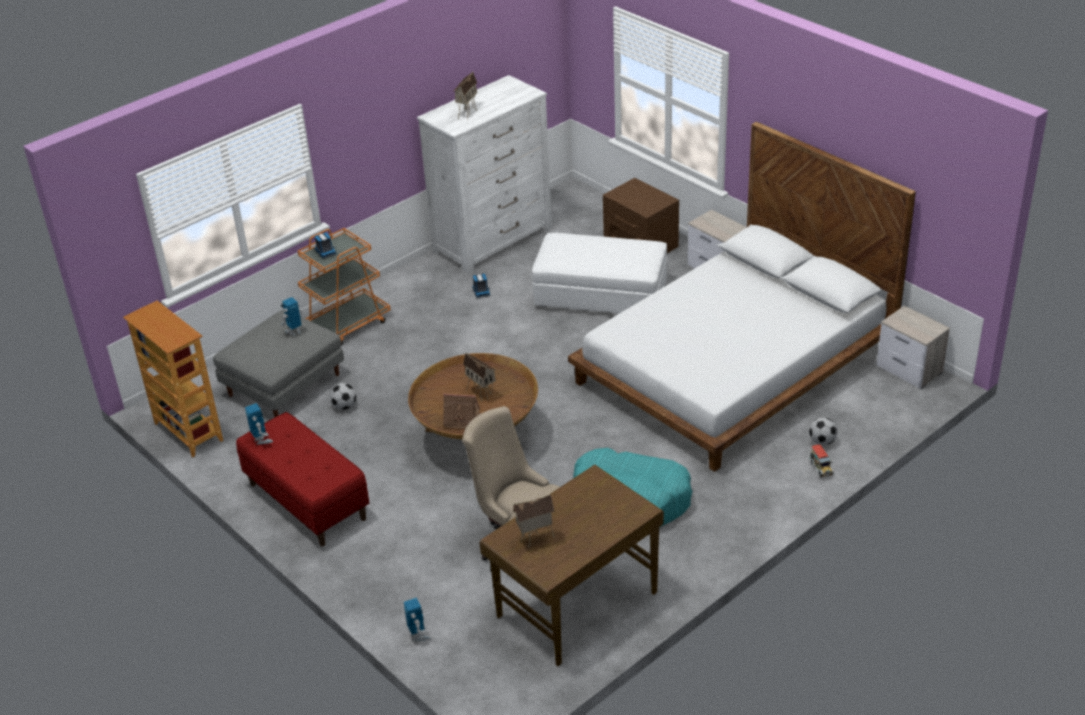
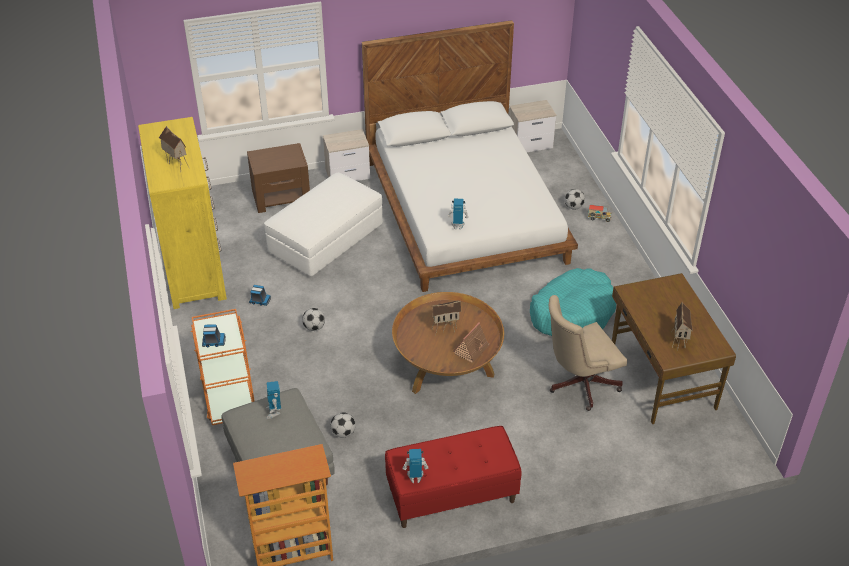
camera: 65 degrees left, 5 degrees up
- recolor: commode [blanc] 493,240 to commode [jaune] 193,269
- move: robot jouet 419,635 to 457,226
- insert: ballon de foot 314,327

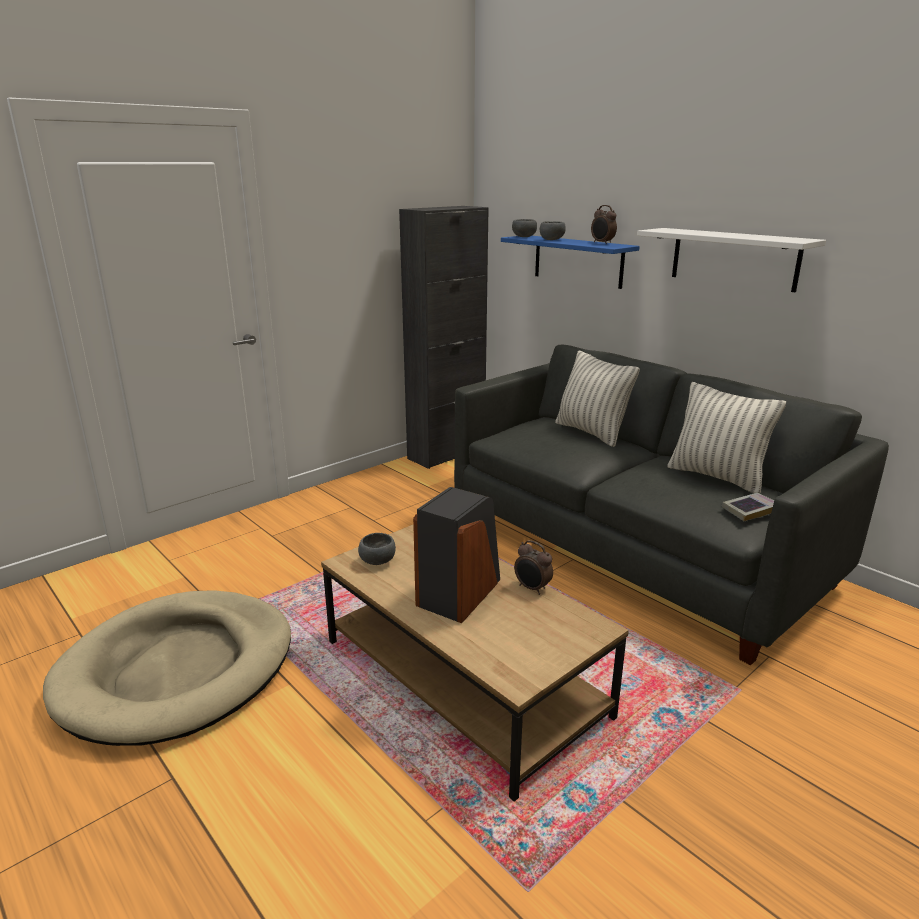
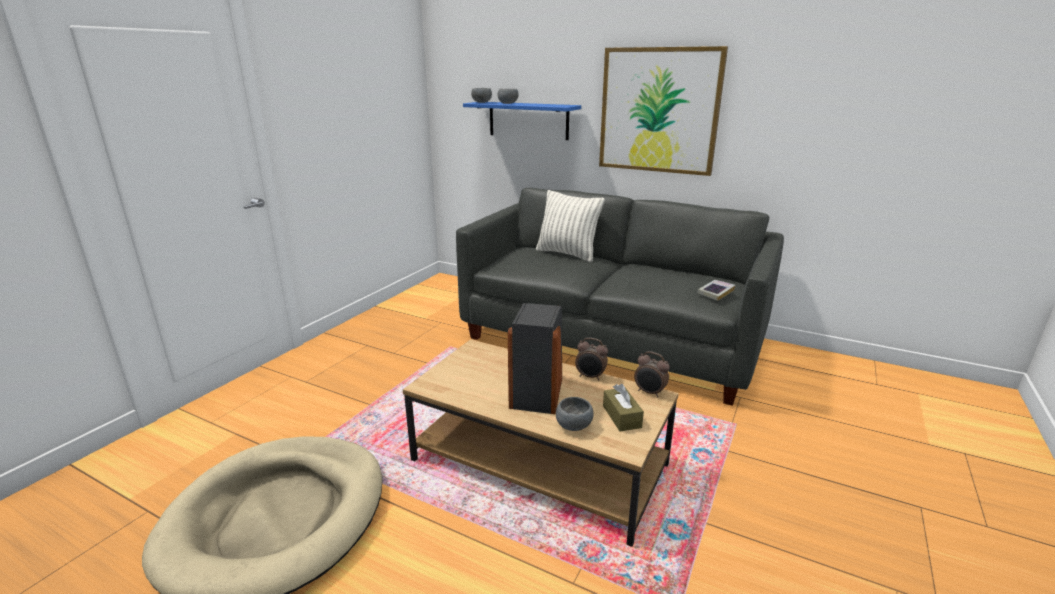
camera: 20 degrees left, 0 degrees up
- move: réveil 602,243 to 649,392
- delete: meuble de rangement [noir] 446,454
- replace: étagère [blanc] 734,258 to tableau 659,111
- delete: coussin 717,477
- move: bol [gris] 378,561 to 575,426
- insert: boîte à mouchoirs [marron] 621,416

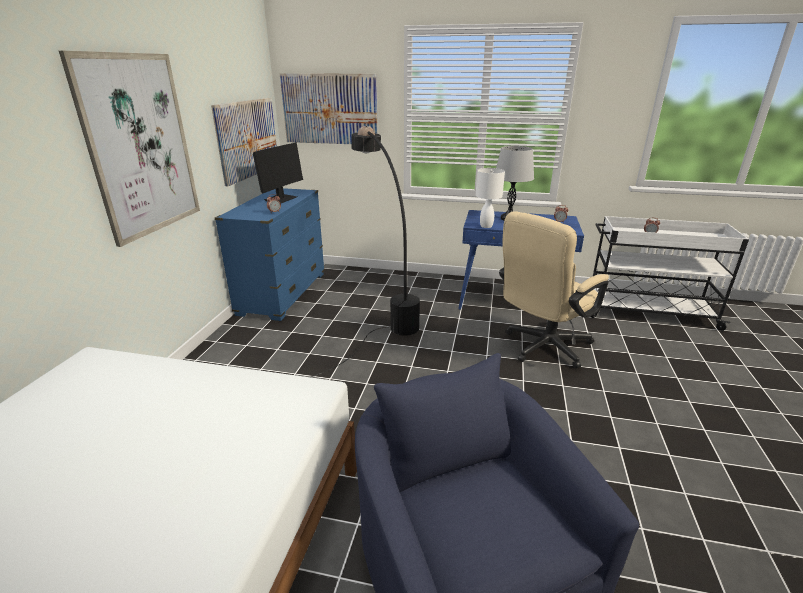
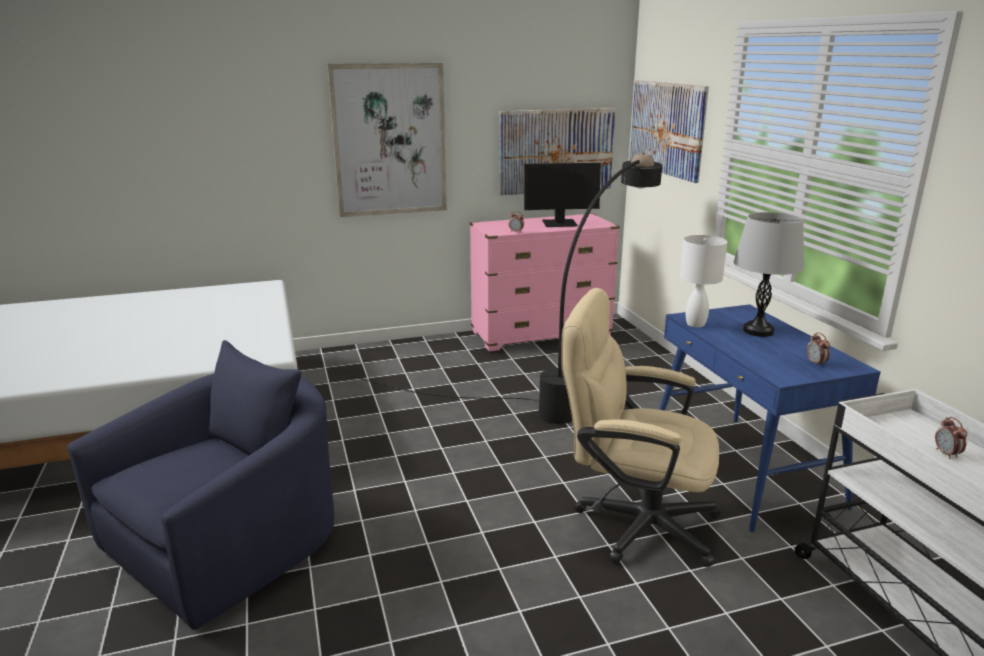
camera: 60 degrees right, 5 degrees down
- recolor: commode [bleu] 283,294 to commode [rose] 541,334

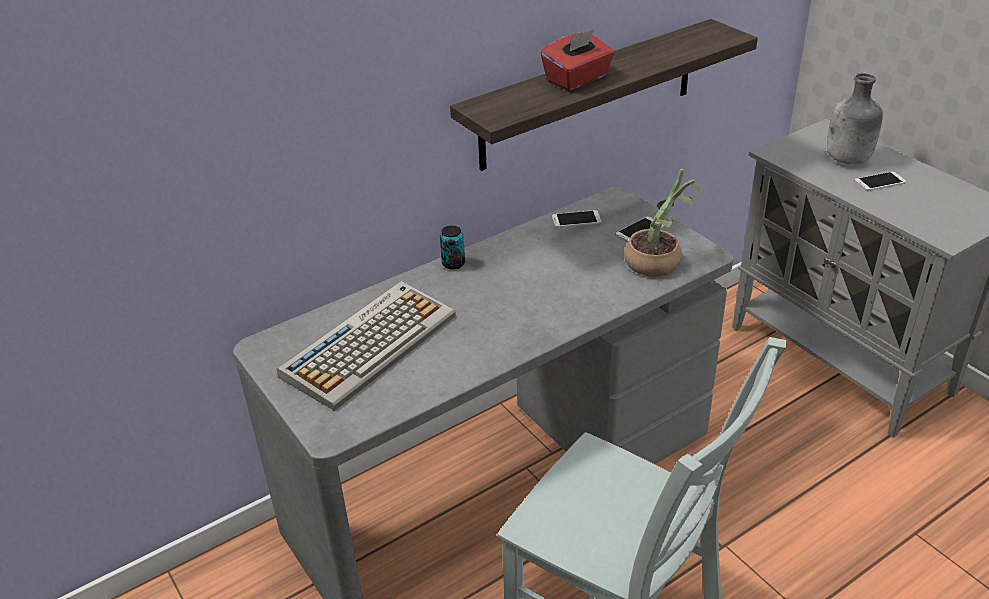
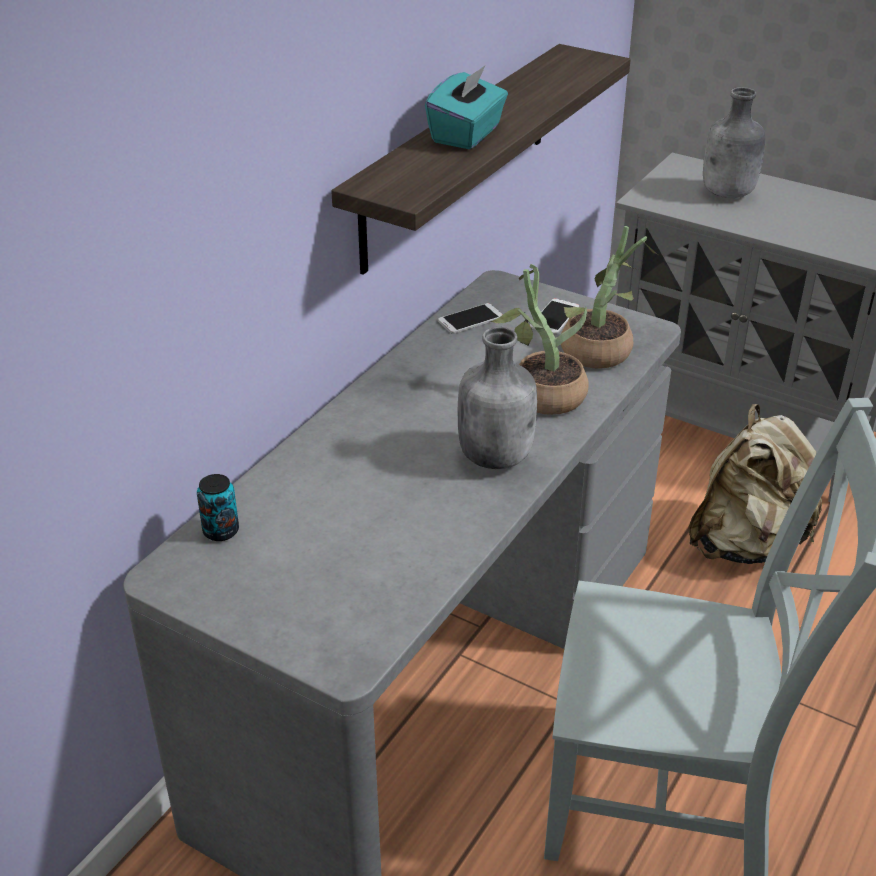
camera: 25 degrees left, 0 degrees up
- recolor: boîte à mouchoirs [rouge] 577,79 to boîte à mouchoirs [turquoise] 467,134
- delete: téléphone 880,182
- move: boîte métallique 453,264 to 221,531
- delete: clavier 370,344
- insert: plante en pot 541,392
- insert: bouteille [gris] 496,456
- insert: sac à dos [beige] 747,543

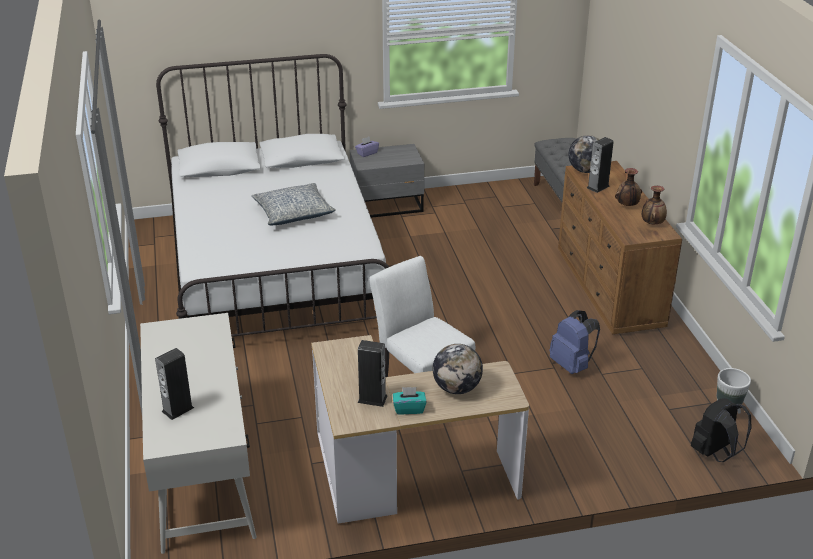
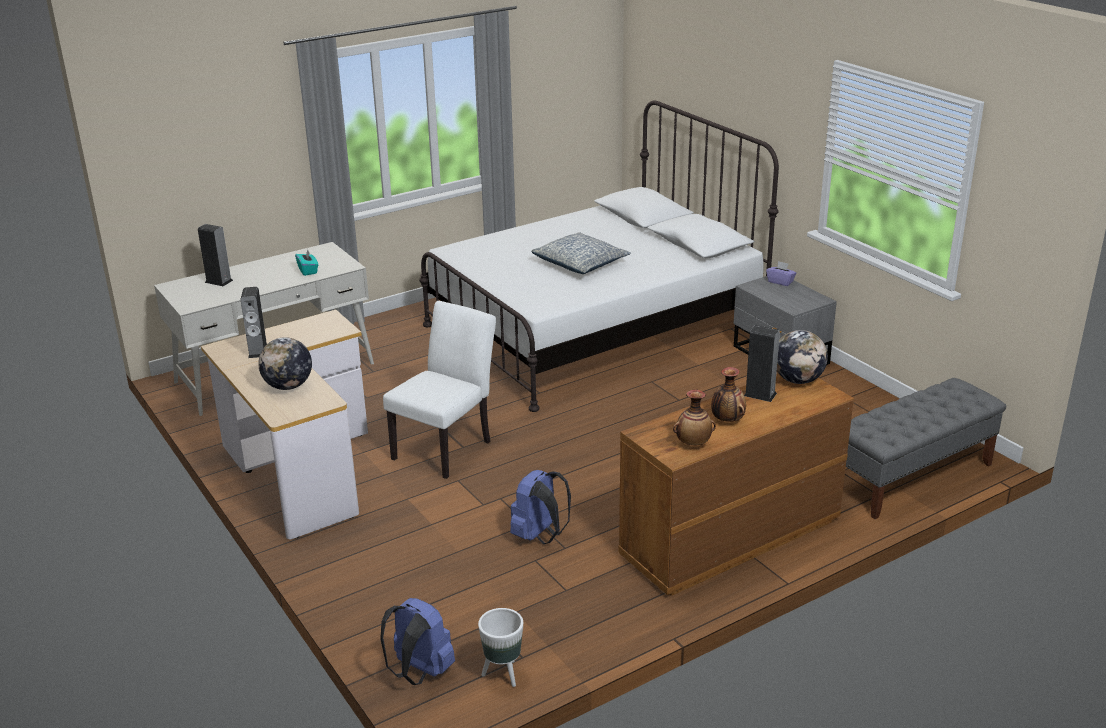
camera: 70 degrees right, 5 degrees down
- move: boîte à mouchoirs [turquoise] 409,409 to 308,270
- recolor: sac à dos [noir] 715,453 to sac à dos [bleu] 419,672

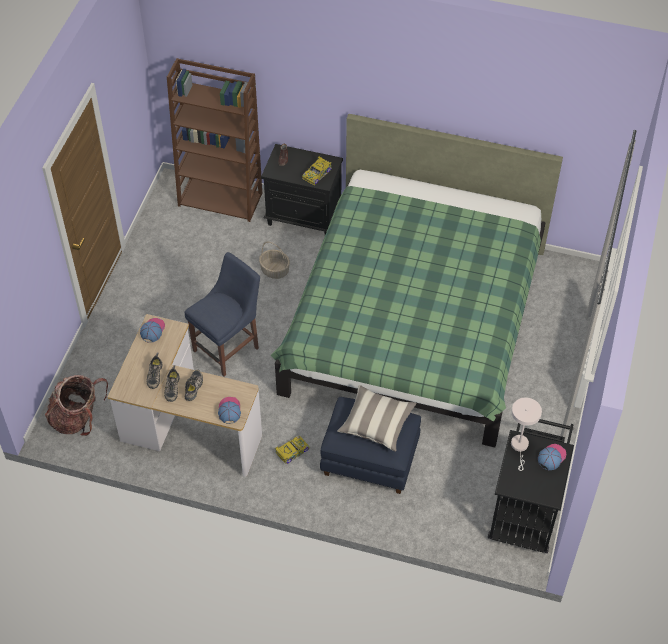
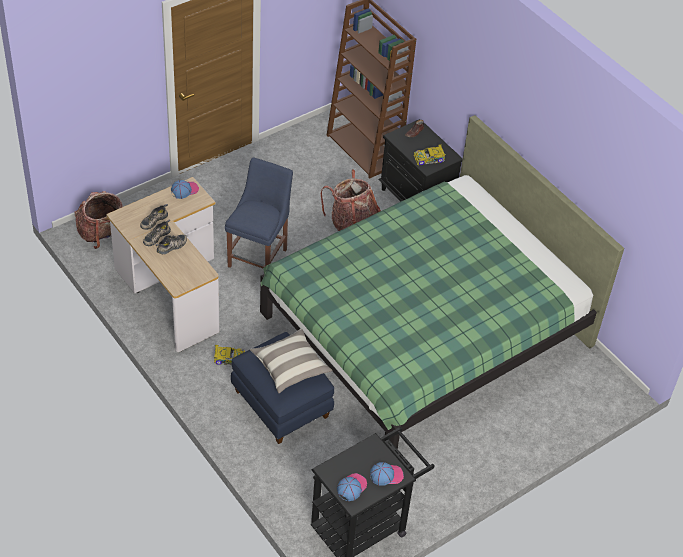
camera: 35 degrees right, 5 degrees down
- replace: panier 274,270 to sac à dos 352,224
- rotate: chaise [bleu] 228,347 = 259,256 60 degrees counterclockwise
- move: casquette 229,410 to 351,487
- delete: lampe de table [blanc] 520,447

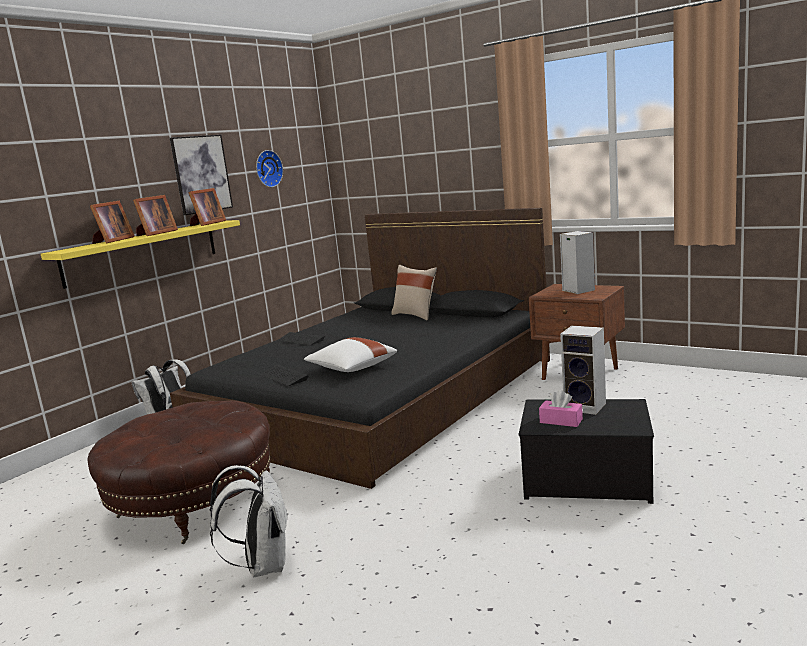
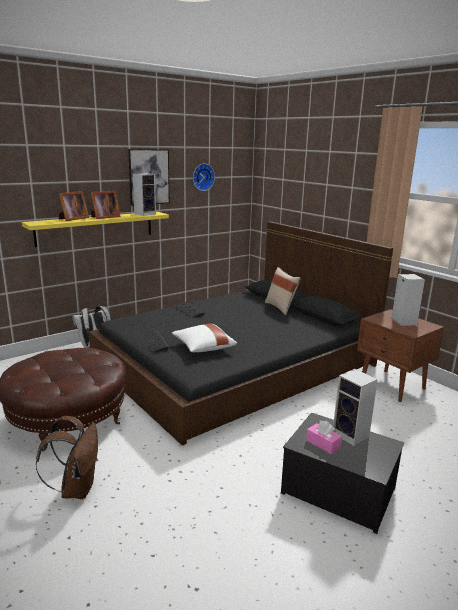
camera: 15 degrees right, 5 degrees up
- replace: cadre photo 207,224 to enceinte 145,214
- recolor: sac à dos [blanc] 263,565 to sac à dos [marron] 76,488

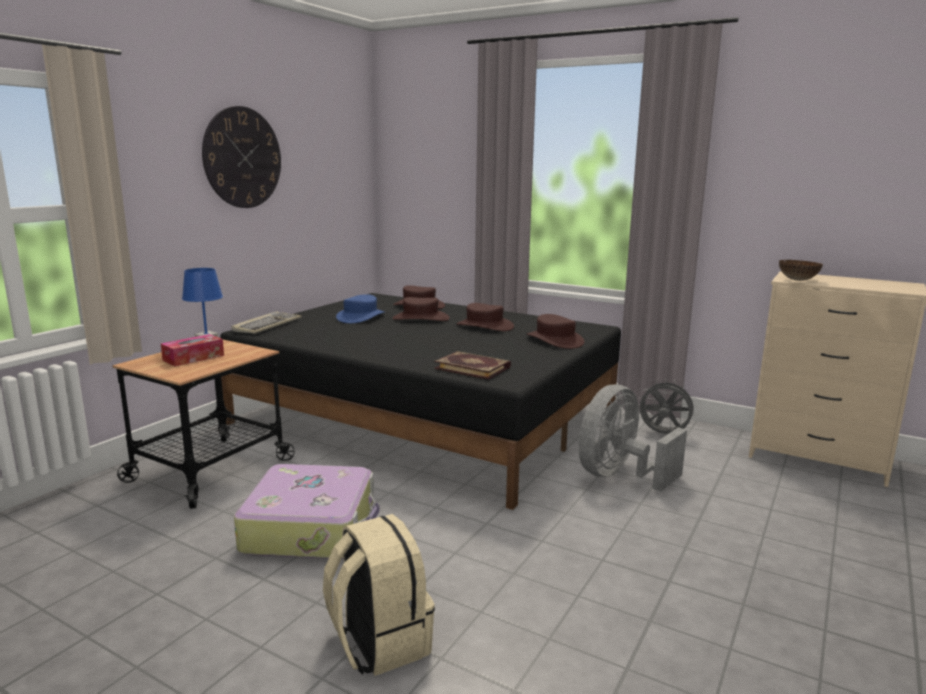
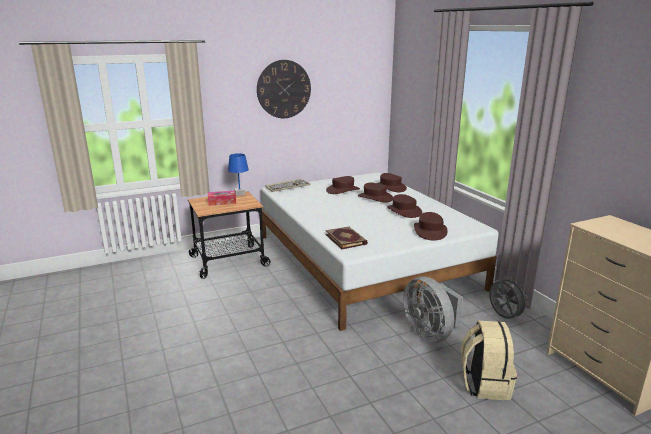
camera: 35 degrees right, 5 degrees up
- delete: bol 798,280
- recolor: lit [noir] 425,417 to lit [blanc] 363,261
- recolor: chapeau [bleu] 360,317 to chapeau [marron] 343,190
- rotate: ventilateur [gris] 619,476 = 430,334 105 degrees counterclockwise
- delete: valise 311,527
- move: sac à dos [beige] 378,642 to 484,384

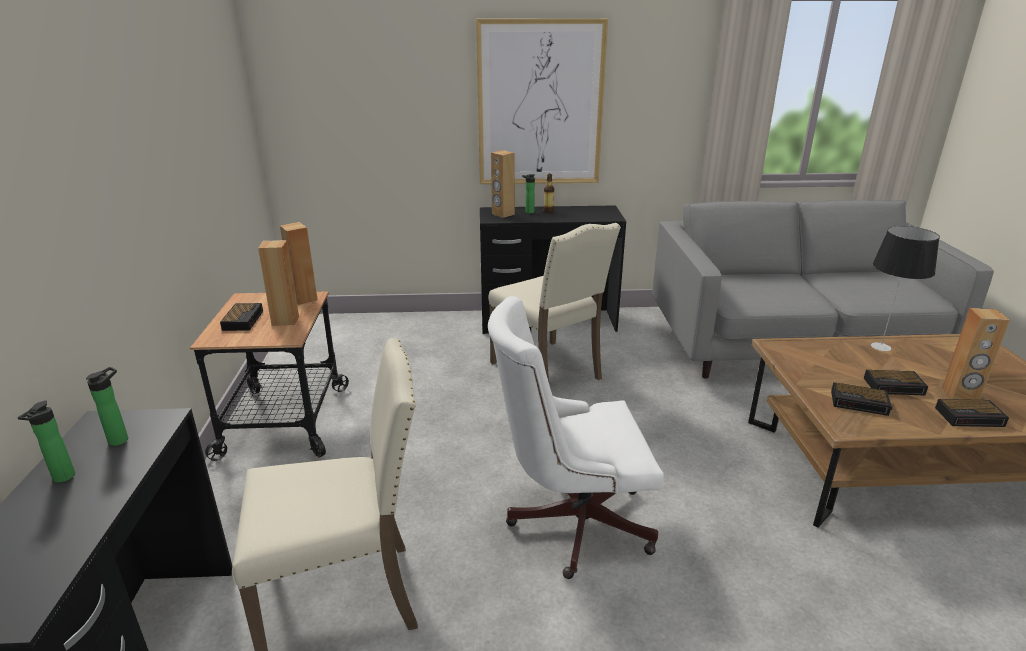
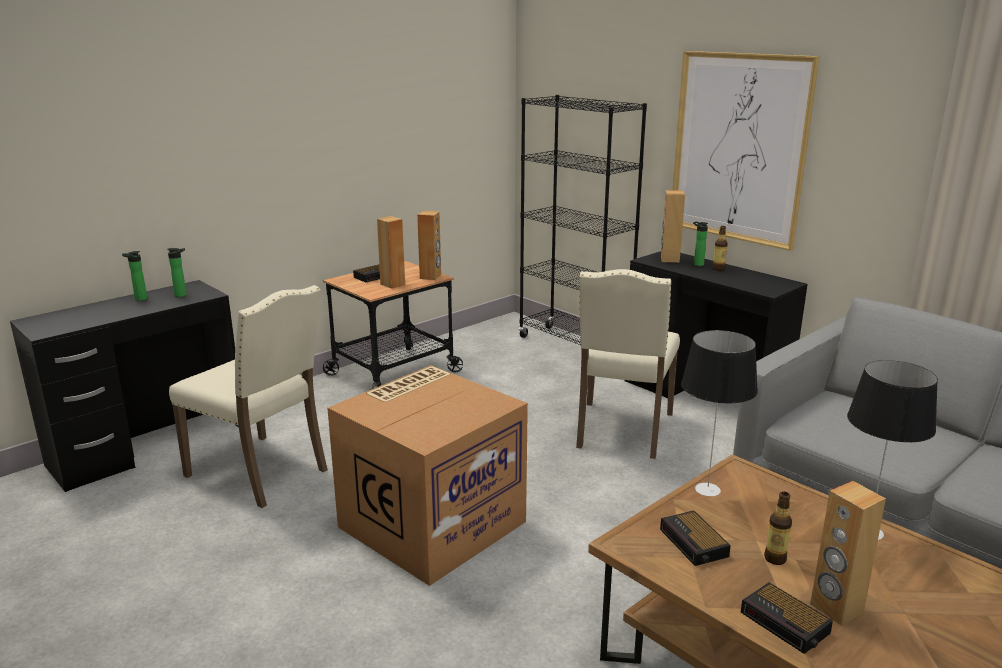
camera: 50 degrees right, 5 degrees down
- replace: chaise de bureau [blanc] 571,522 to carton 432,522
- replace: réveil 895,386 to bouteille 775,559
- insert: bibliothèque [noir] 574,347
- insert: lampe de table 708,490

